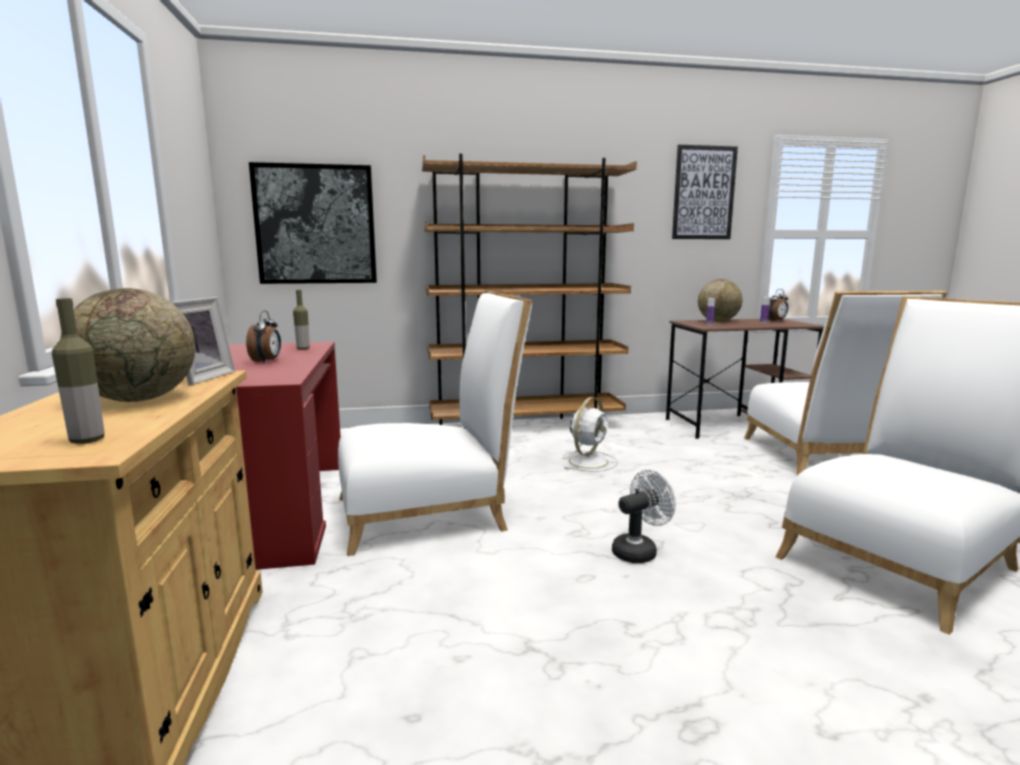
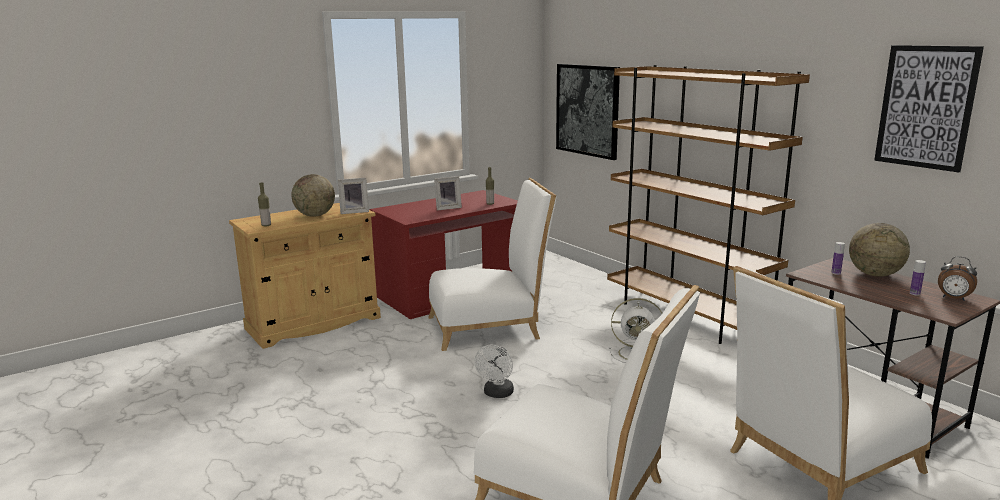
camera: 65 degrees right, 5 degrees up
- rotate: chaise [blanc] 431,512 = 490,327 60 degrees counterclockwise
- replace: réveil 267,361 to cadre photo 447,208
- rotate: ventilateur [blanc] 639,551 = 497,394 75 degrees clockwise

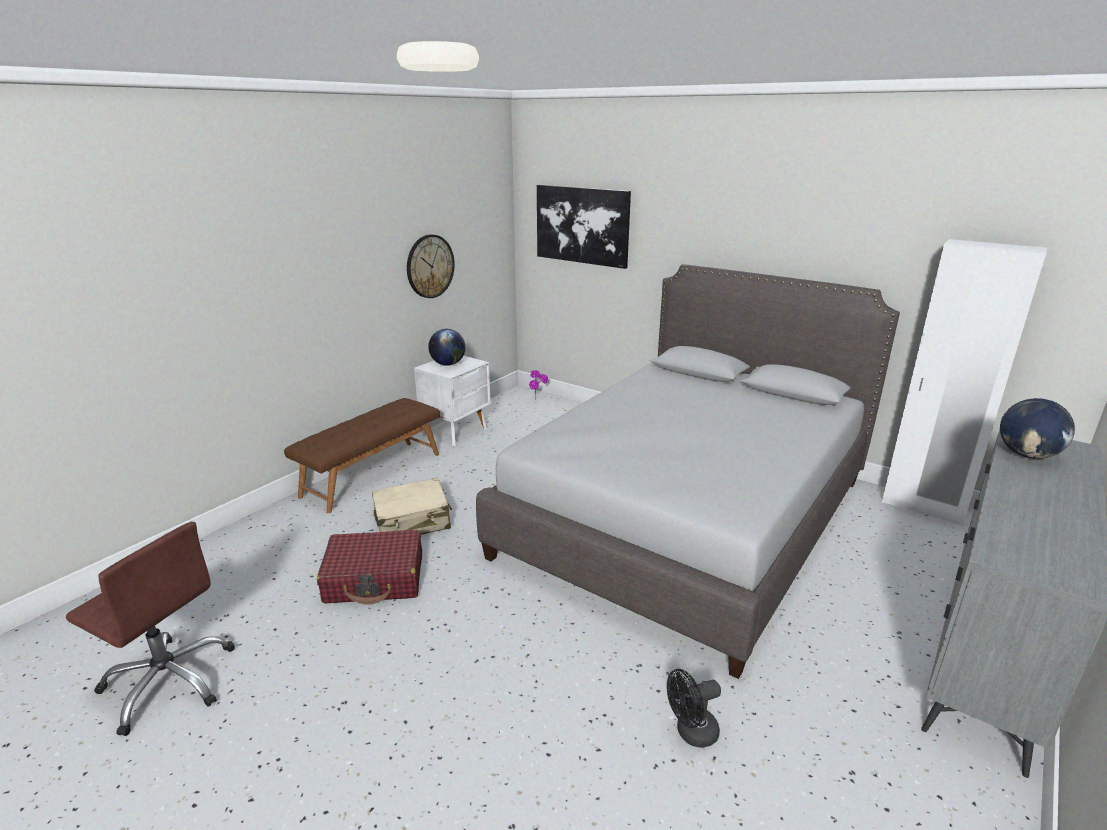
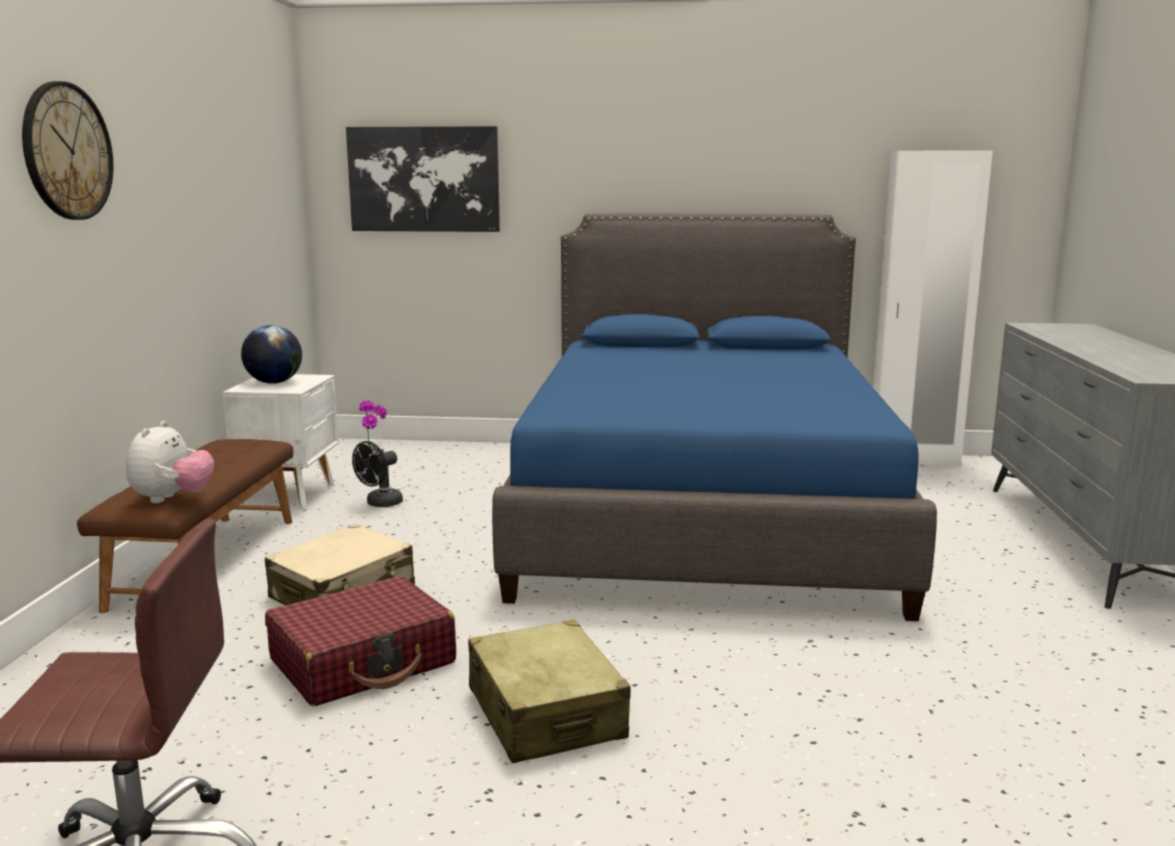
camera: 30 degrees left, 10 degrees down
- move: horloge murale 430,266 to 67,151
- recolor: lit [gris] 688,517 to lit [bleu] 702,513
- delete: globe 1027,455
- move: ventilateur [noir] 691,733 to 380,504
- insert: peluche 172,499
- insert: valise [beige] 546,713

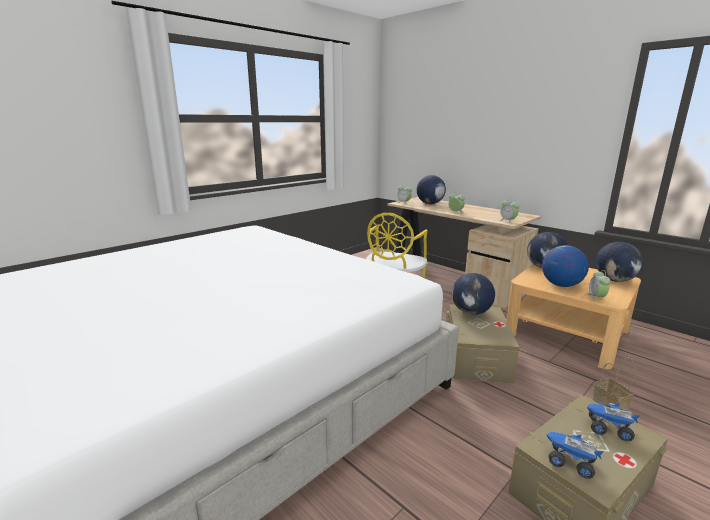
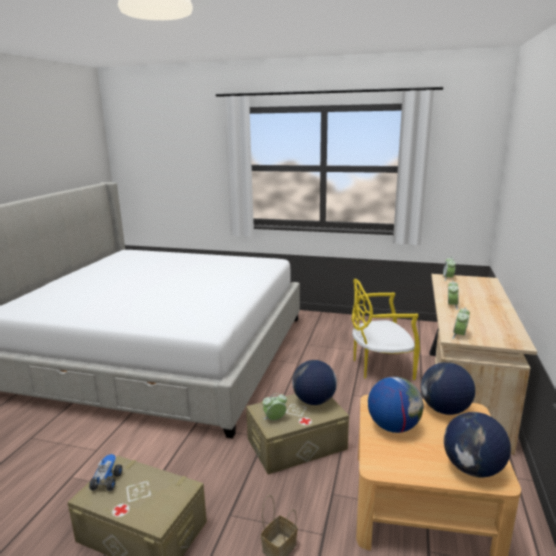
camera: 60 degrees right, 0 degrees up
- delete: globe 430,203
- move: réveil 596,298 to 275,419
- delete: camion jouet 608,430

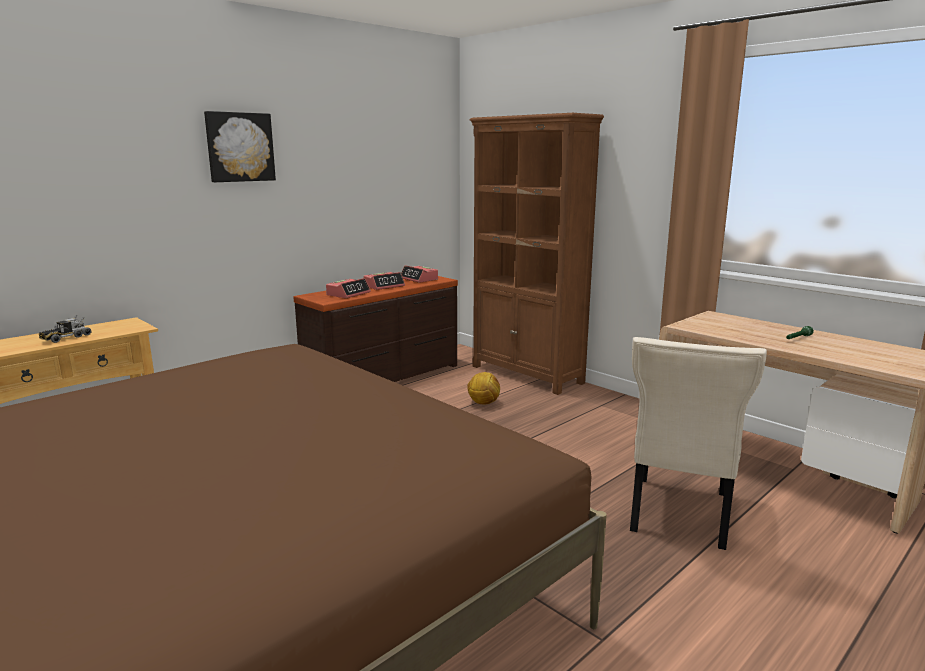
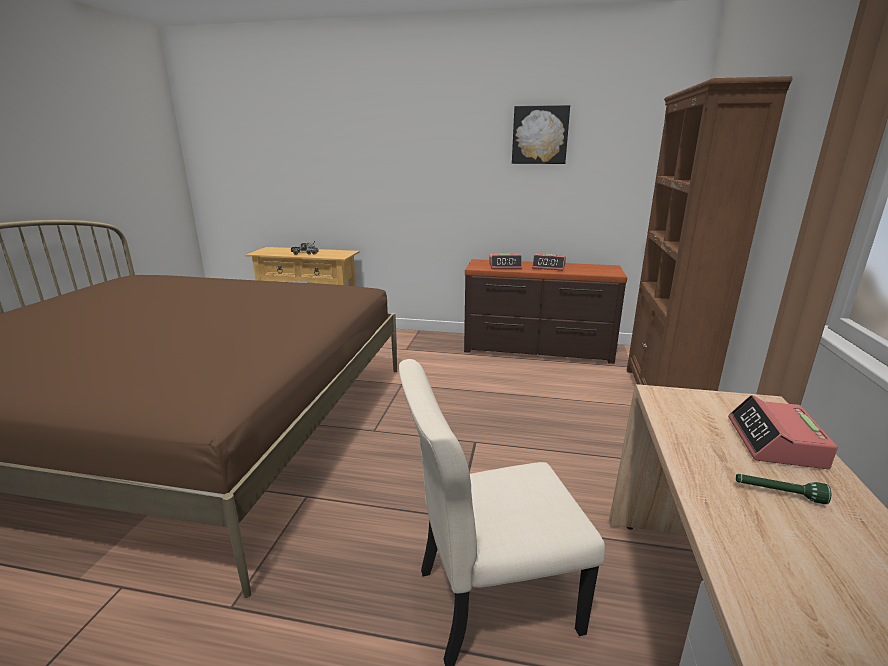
camera: 55 degrees right, 5 degrees up
- move: tableau 239,147 to 540,135
- move: réveil 419,279 to 775,443
- delete: ballon de foot 483,403

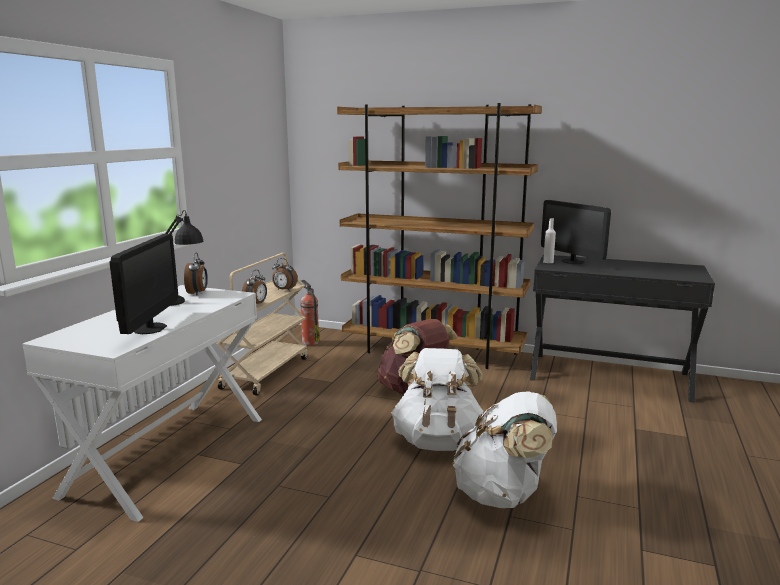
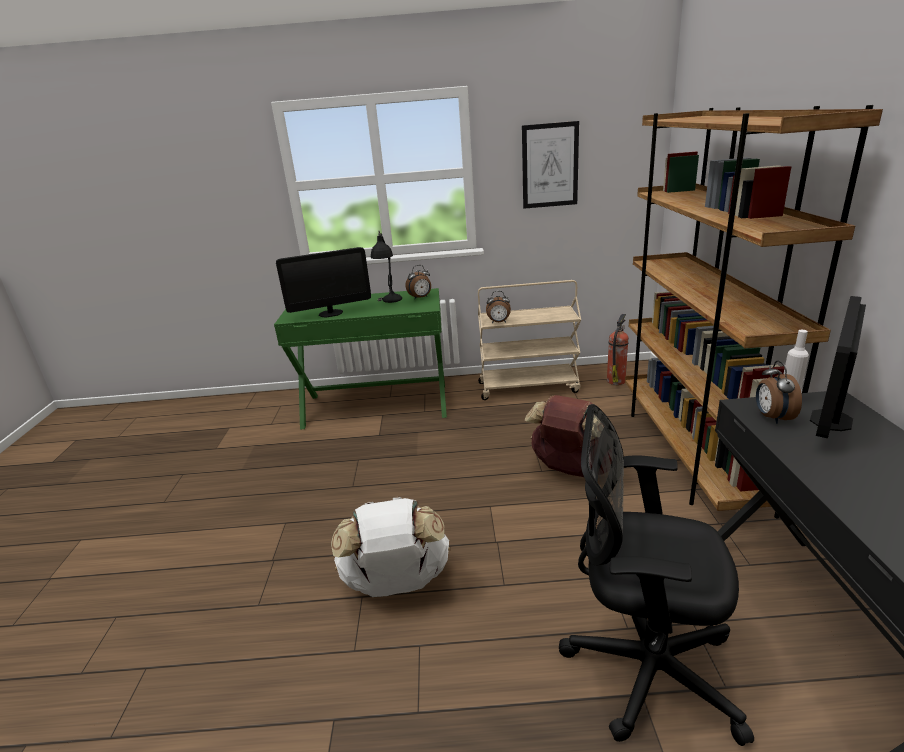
camera: 70 degrees right, 10 degrees up
- move: réveil 284,290 to 772,417
- recolor: bureau [blanc] 168,454 to bureau [vert] 376,405
- delete: sac à dos [blanc] 438,440
- insert: tableau 550,165
- insert: chaise de bureau [noir] 643,667

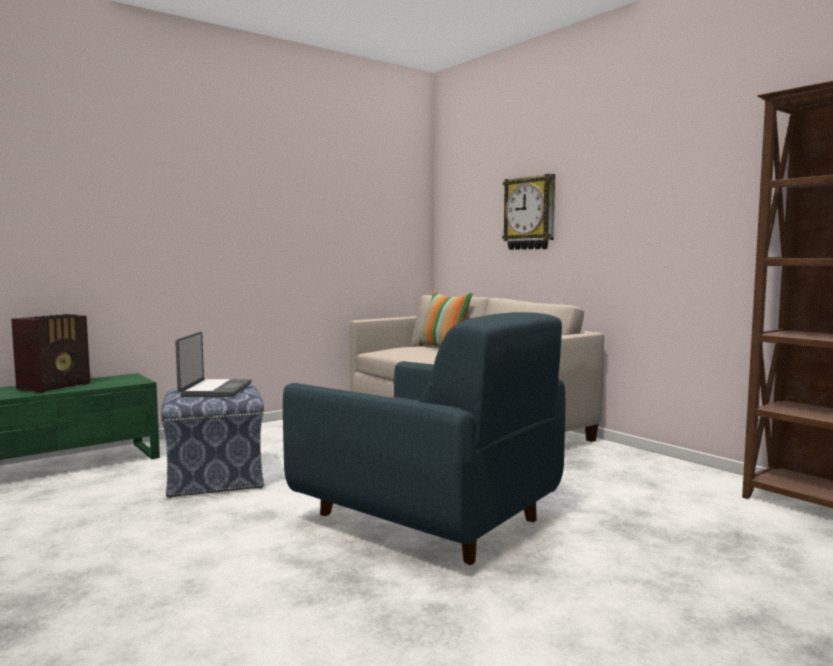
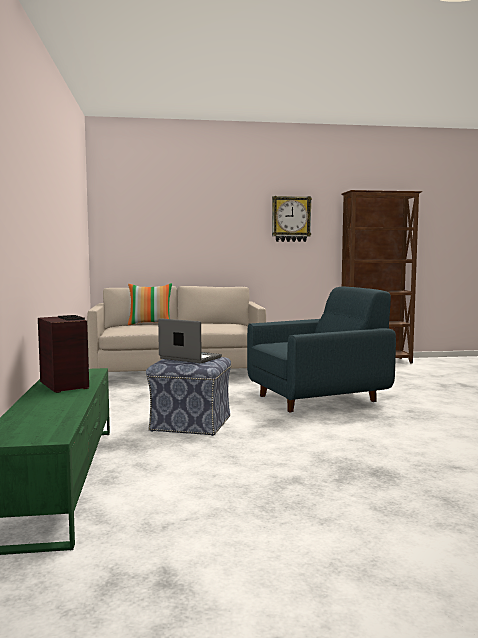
camera: 60 degrees left, 0 degrees up
- move: horloge murale 530,213 to 291,219

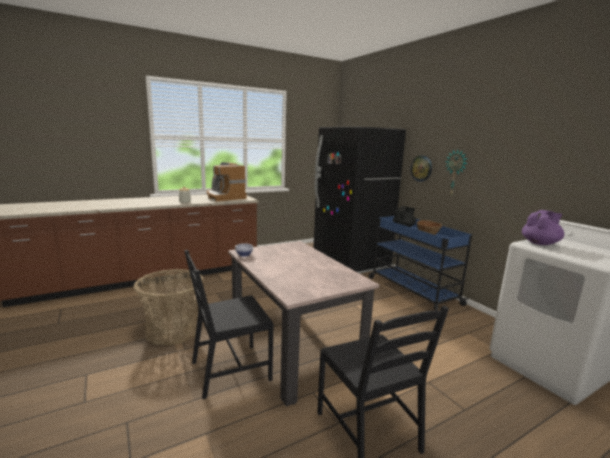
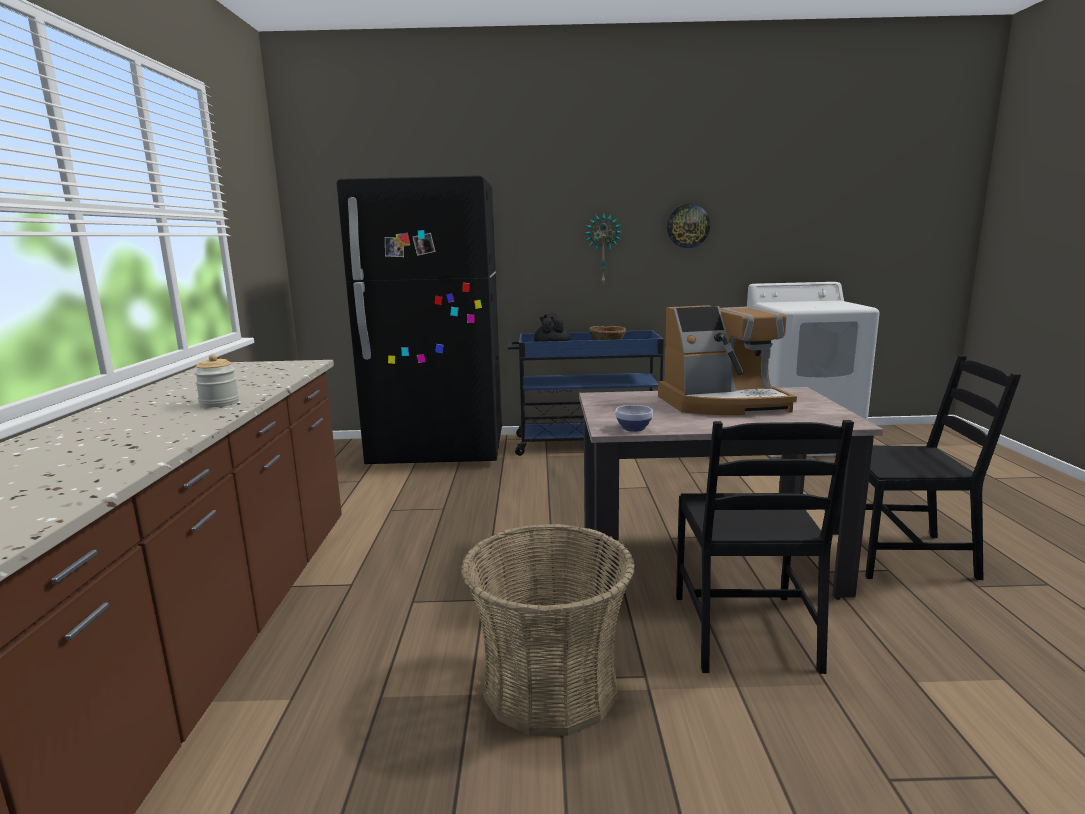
camera: 60 degrees left, 0 degrees up
- move: horloge murale 421,168 to 688,226
- move: machine à café 224,197 to 723,403
- delete: théière [violet] 540,243

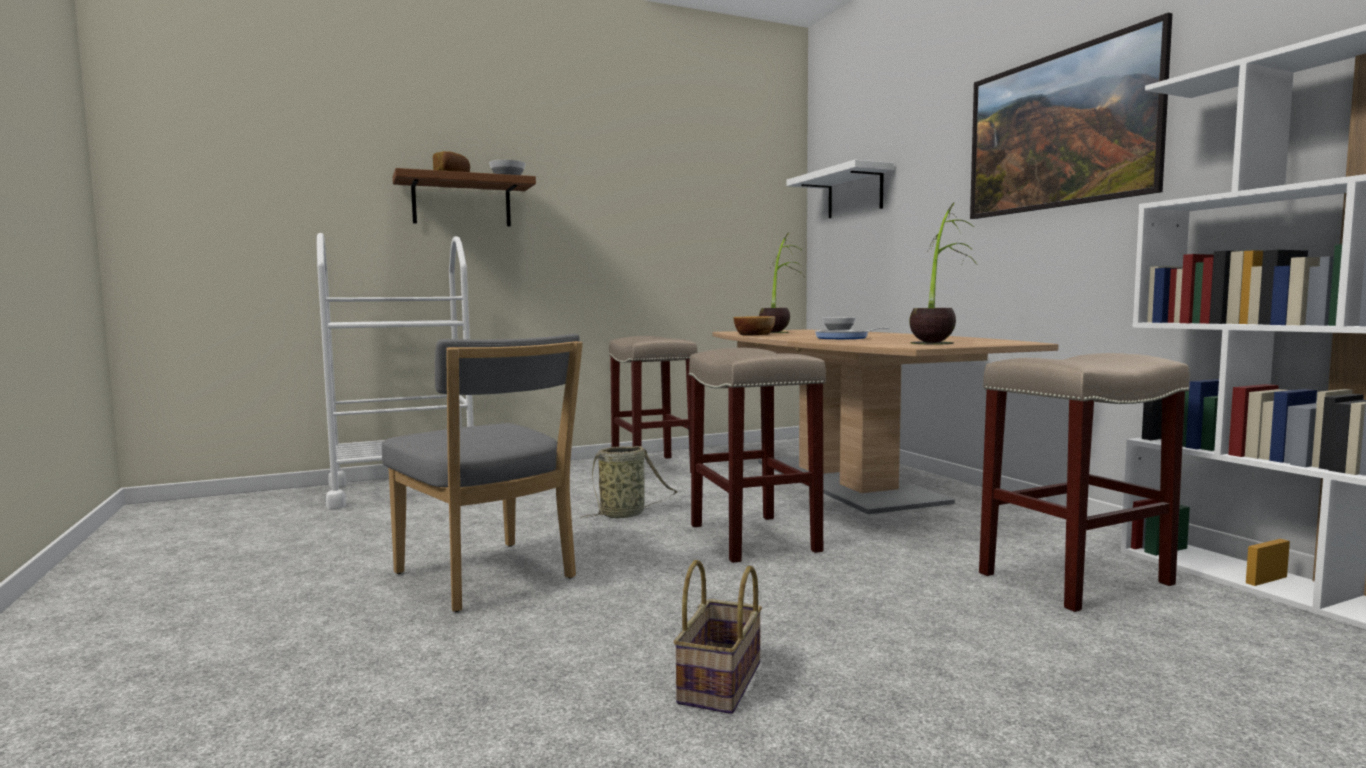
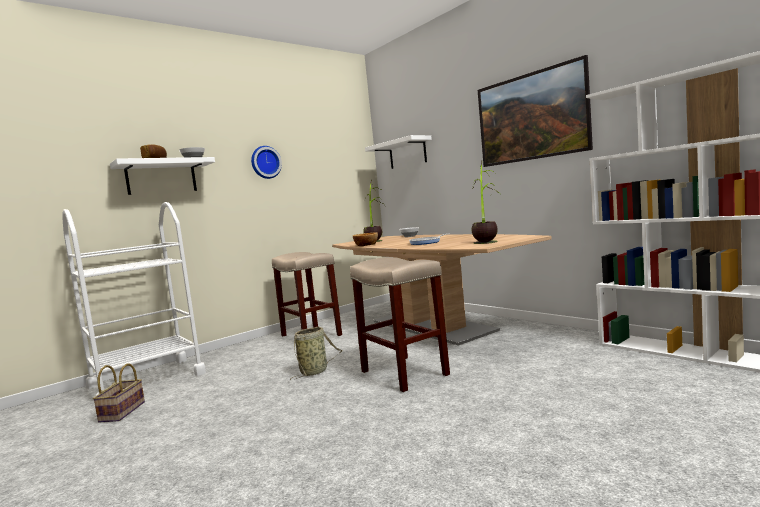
camera: 15 degrees left, 0 degrees up
- recolor: étagère [marron] 462,202 to étagère [blanc] 161,177
- delete: chaise [gris] 489,578
- delete: tabouret [beige] 1074,579
- move: panier 721,684 to 122,412
- insert: horloge murale 265,162

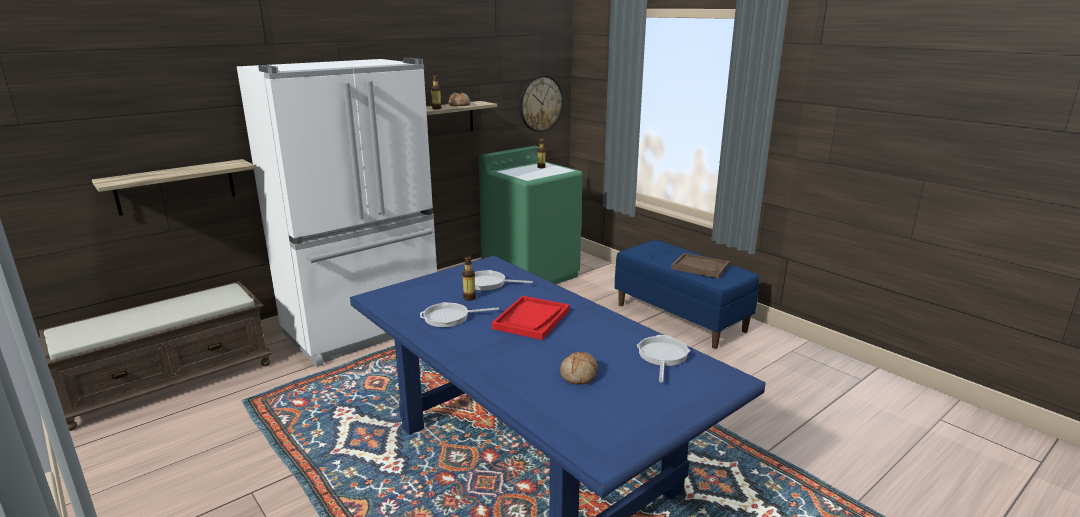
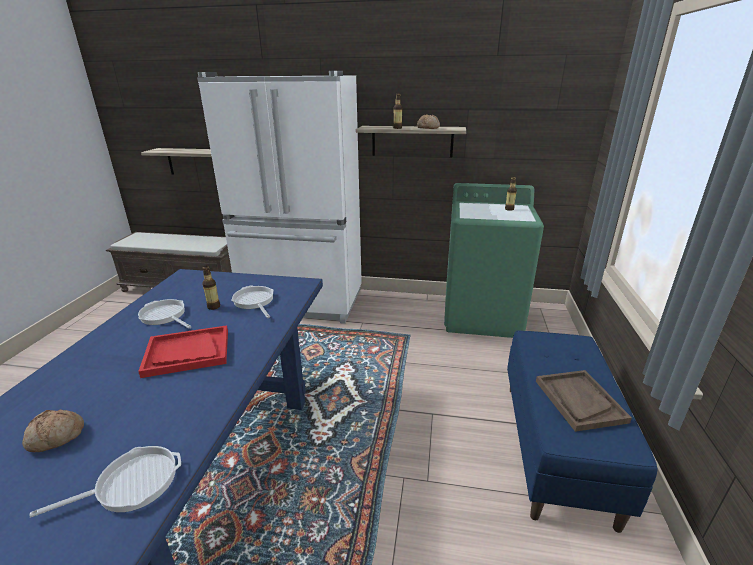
camera: 50 degrees right, 5 degrees up
- delete: horloge murale 540,103

